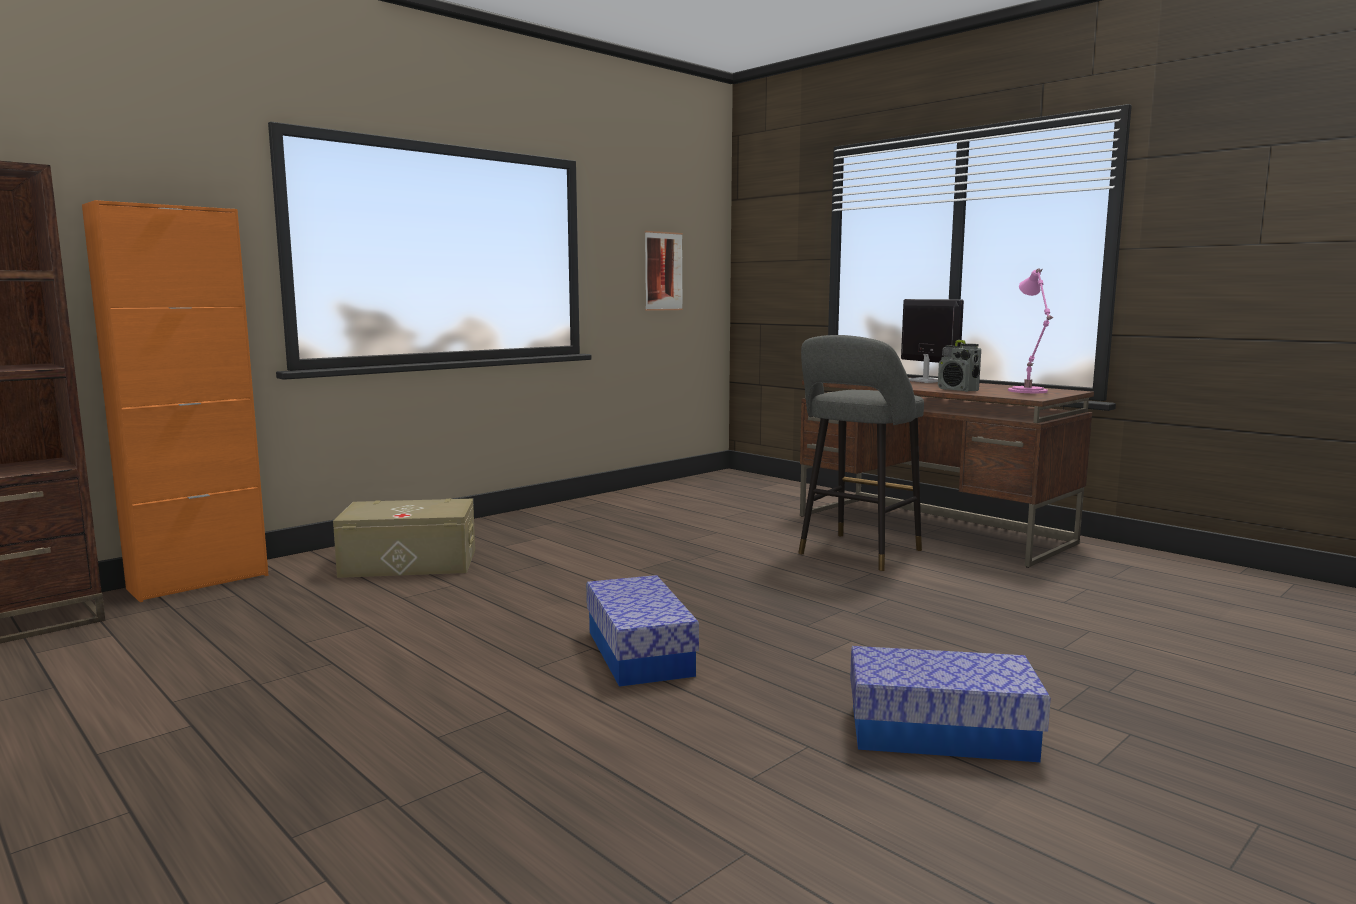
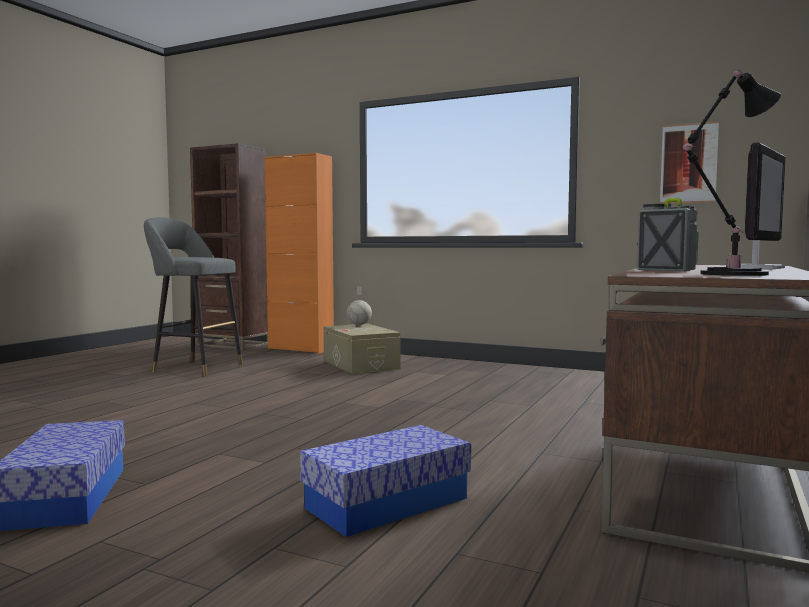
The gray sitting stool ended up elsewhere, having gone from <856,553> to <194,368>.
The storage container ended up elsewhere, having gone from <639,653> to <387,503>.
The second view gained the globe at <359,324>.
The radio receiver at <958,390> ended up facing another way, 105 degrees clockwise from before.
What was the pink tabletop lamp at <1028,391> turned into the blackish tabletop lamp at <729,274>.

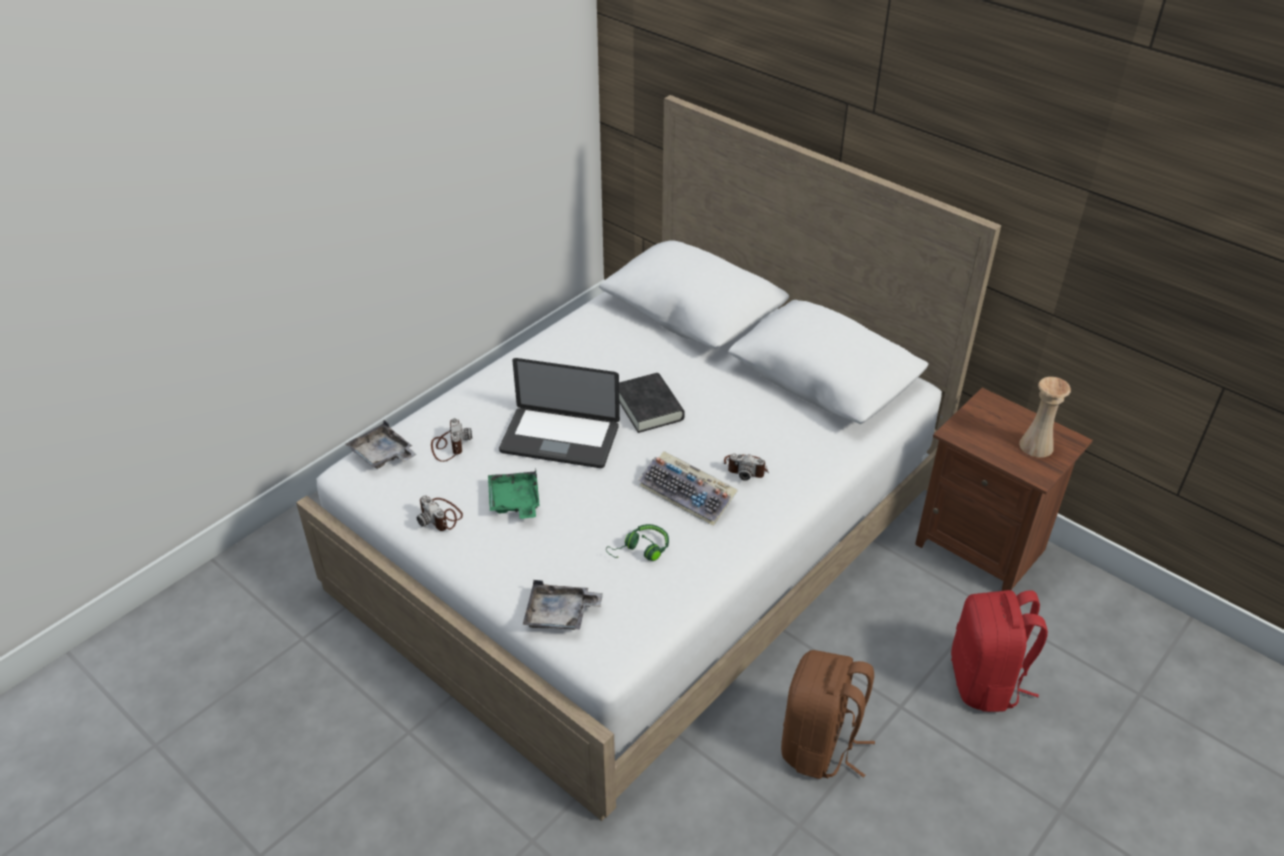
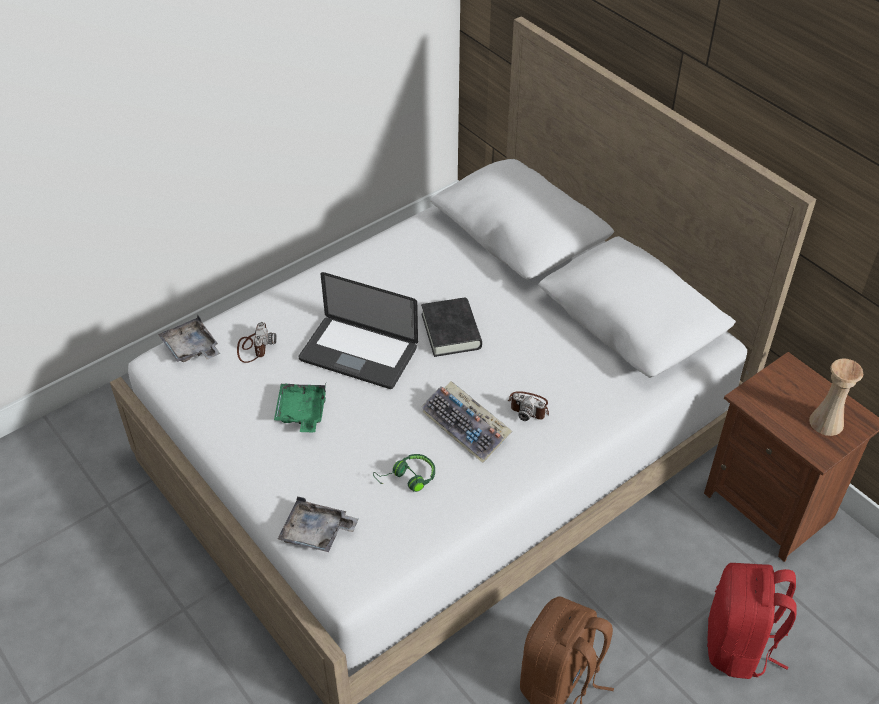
The second view lost the photo camera at <441,516>.

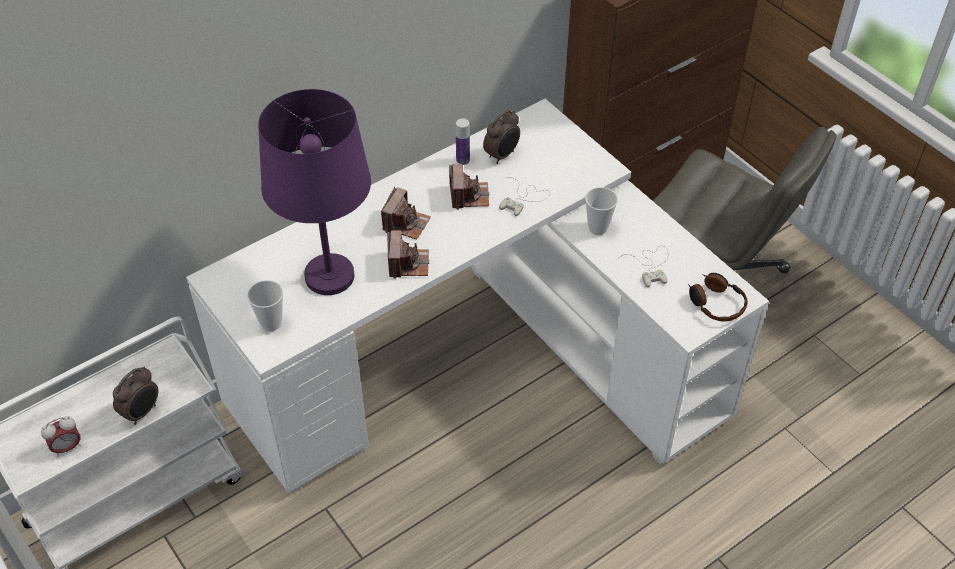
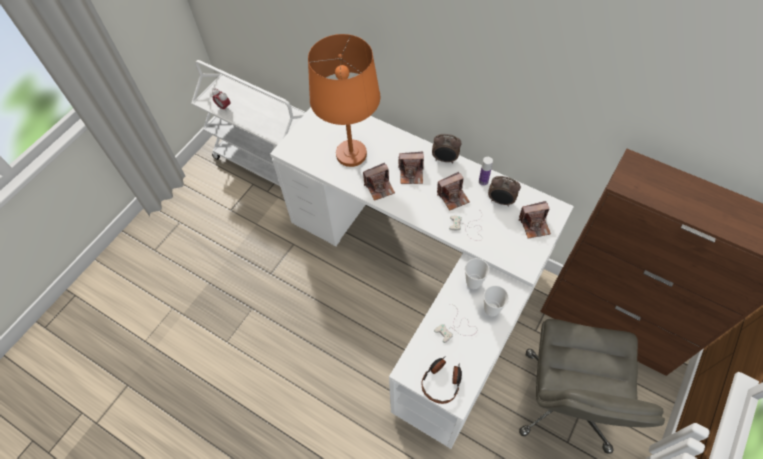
What was the purplish tabletop lamp at <330,276> turned into the orange tabletop lamp at <351,154>.
The bedside clock ended up elsewhere, having gone from <142,412> to <445,159>.
The cup ended up elsewhere, having gone from <271,323> to <491,309>.
The second view gained the photo camera at <534,225>.

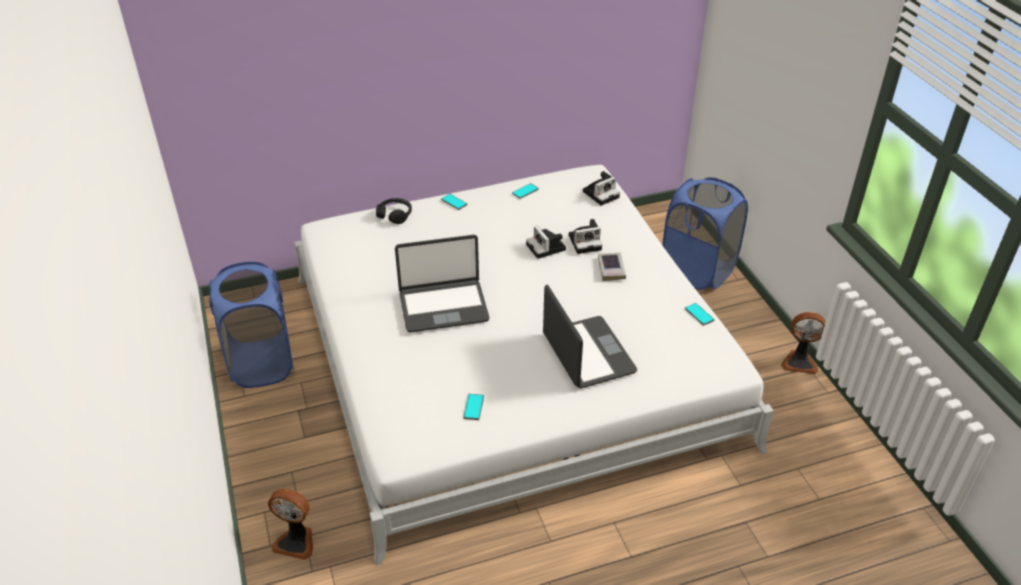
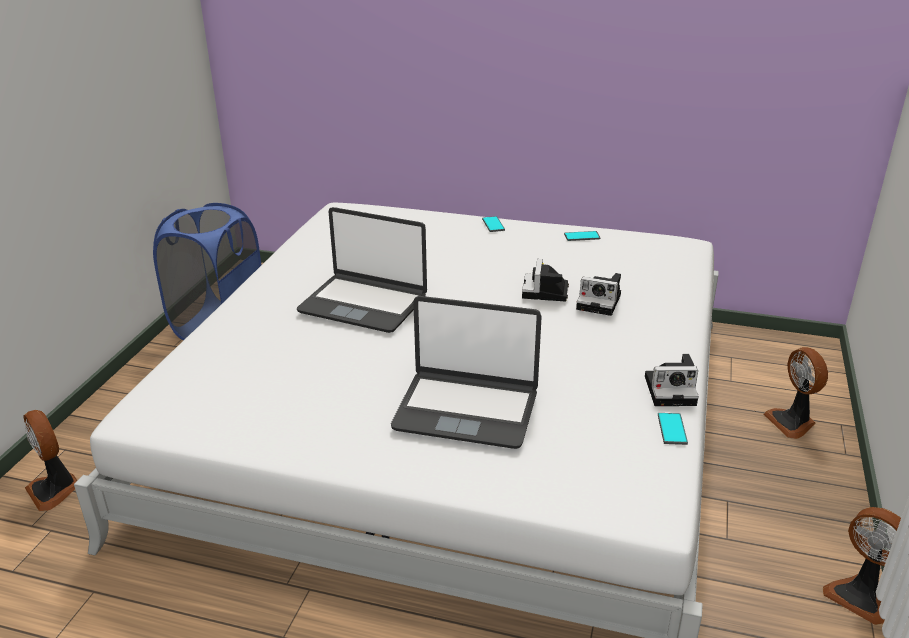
The portable computer at <587,353> ended up facing another way, 90 degrees clockwise from before.
The photo camera ended up elsewhere, having gone from <601,194> to <672,390>.
Where the bluish washing basket stood at <697,270>, the cooling fan came to stand at <792,422>.
The second view lost the blackish headphones at <395,215>.
The second view lost the phone at <473,407>.
The second view lost the book at <611,269>.

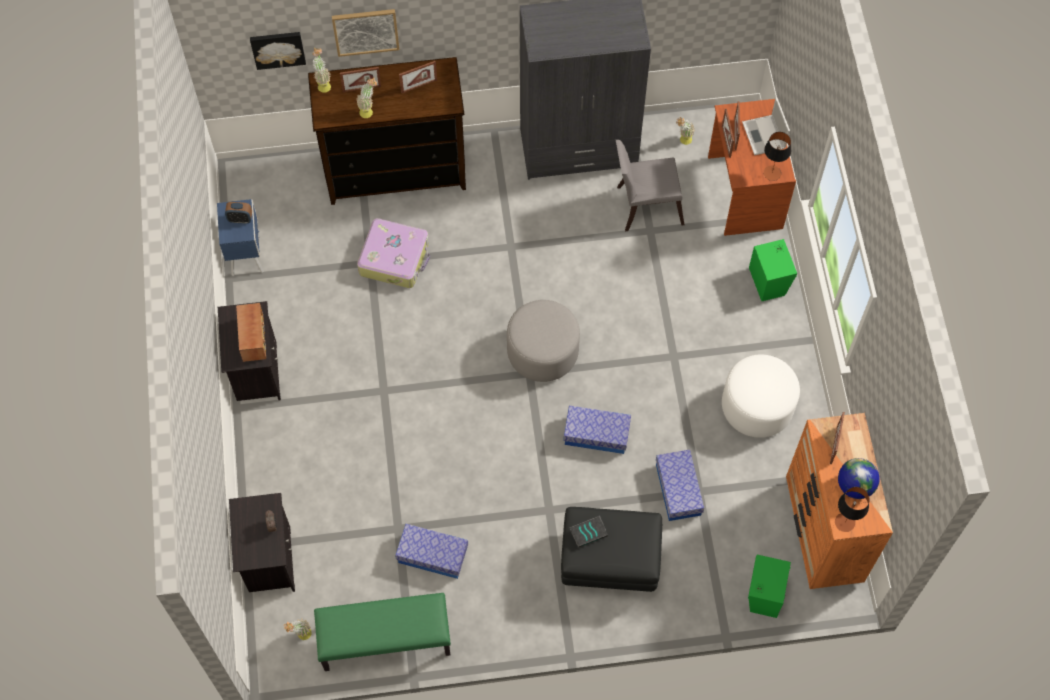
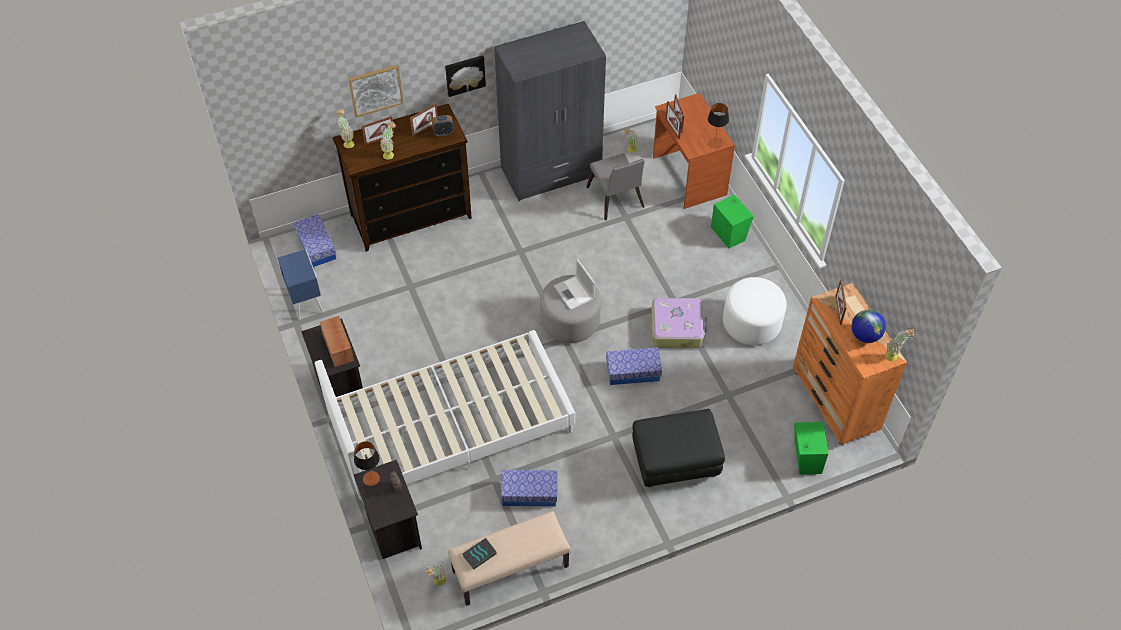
The storage container ended up elsewhere, having gone from <678,490> to <316,246>.
The second view gained the whitish bedroom bed at <452,427>.
The tabletop lamp ended up elsewhere, having gone from <845,522> to <371,478>.
The bedside clock ended up elsewhere, having gone from <240,219> to <443,133>.
The wall art ended up elsewhere, having gone from <278,48> to <465,74>.
What was the green indoor bench at <385,641> turned into the beige-coloured indoor bench at <510,569>.
The book ended up elsewhere, having gone from <588,532> to <479,554>.
The portable computer ended up elsewhere, having gone from <764,136> to <574,293>.
The gray upright chair at <645,205> ended up facing another way, 90 degrees counterclockwise from before.
The piece of luggage ended up elsewhere, having gone from <395,258> to <677,328>.
The second view gained the houseplant at <894,356>.

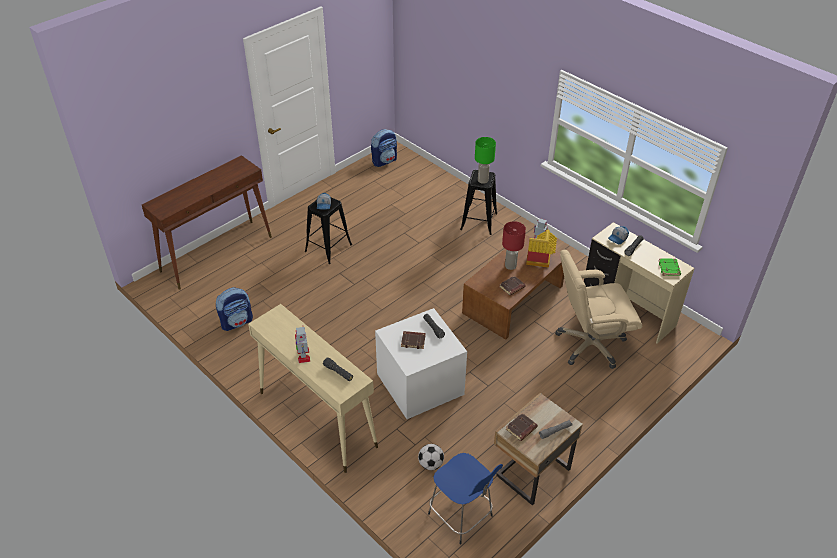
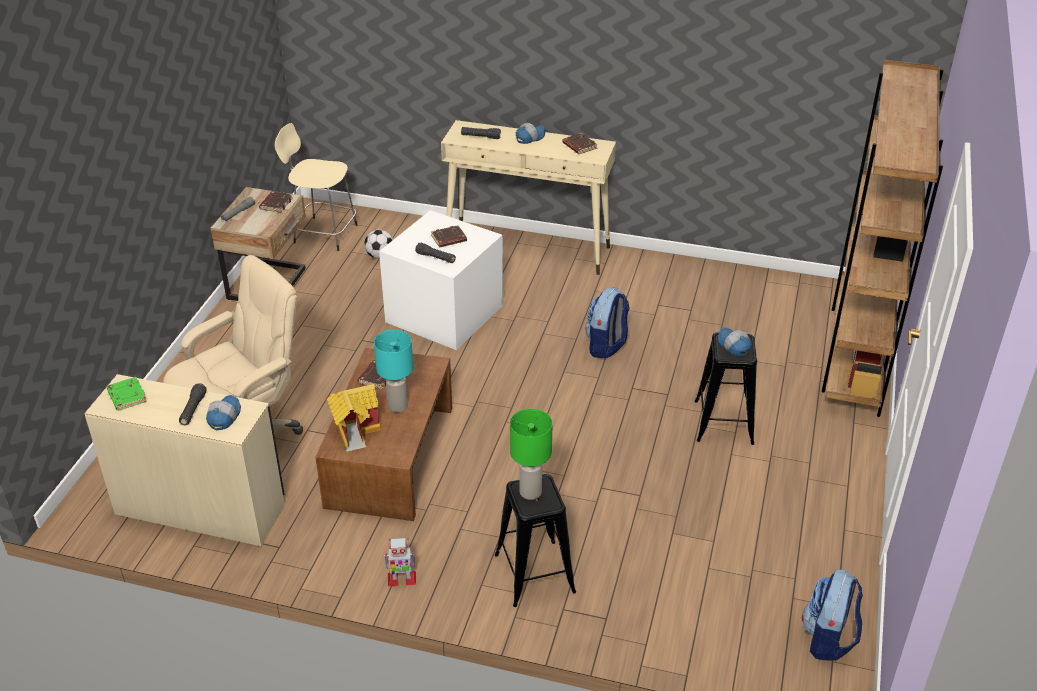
What was the bluish sitting stool at <462,516> turned into the beige-coloured sitting stool at <323,233>.
What was the red tabletop lamp at <511,266> turned into the blue-green tabletop lamp at <397,406>.
Where the robot figure stood at <303,355>, the baseball cap came to stand at <529,137>.
The second view gained the brown-coloured book at <579,146>.
The rucksack ended up elsewhere, having gone from <237,322> to <606,346>.
Where the brown-coloured narrow table stood at <217,253>, the brown-coloured bookshelf came to stand at <855,354>.

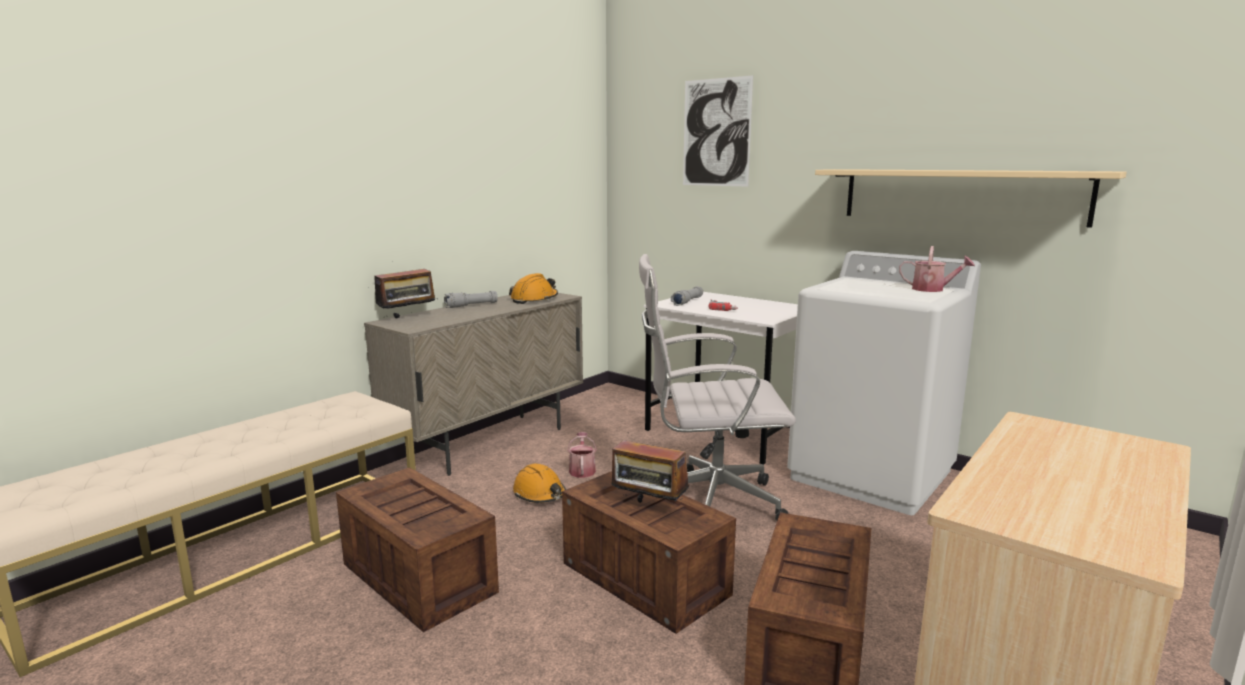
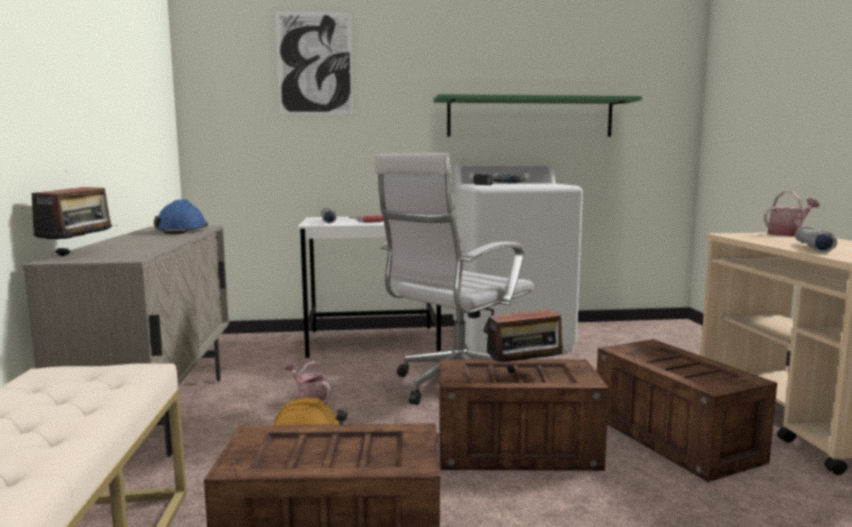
What was the orange work helmet at <534,299> turned into the bluish work helmet at <182,230>.
What was the beige-coloured wall shelf at <960,195> turned into the green wall shelf at <530,118>.
The second view gained the power drill at <498,184>.
The watering can ended up elsewhere, having gone from <932,289> to <788,234>.
The gray torch ended up elsewhere, having gone from <471,306> to <812,248>.

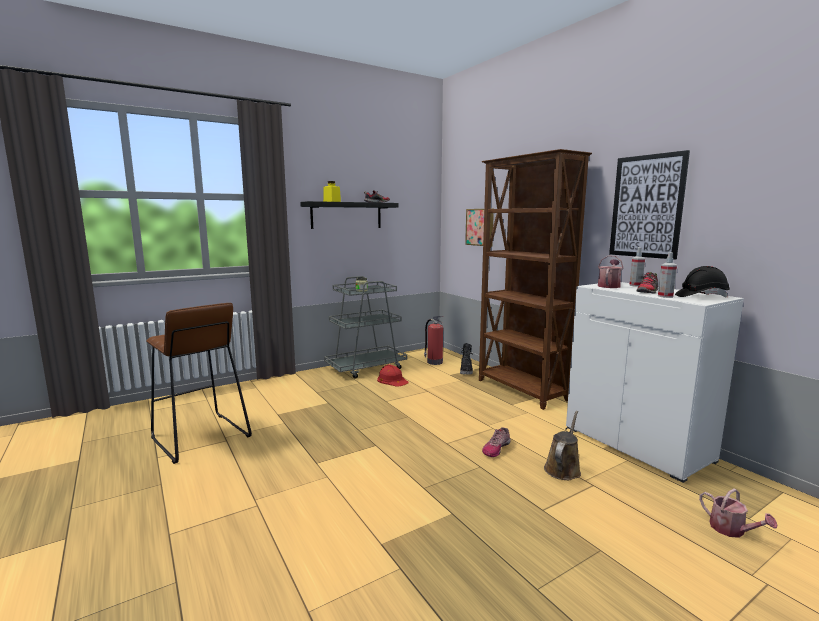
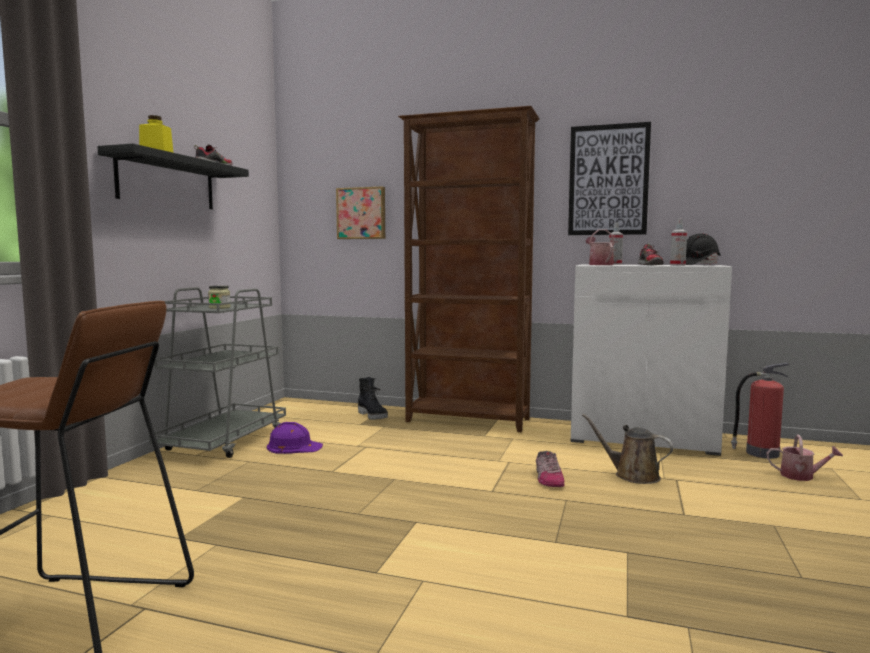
What was the red work helmet at <392,380> turned into the purplish work helmet at <294,446>.
The brown-coloured watering can at <563,468> ended up facing another way, 45 degrees counterclockwise from before.
The fire extinguisher ended up elsewhere, having gone from <434,362> to <760,453>.

